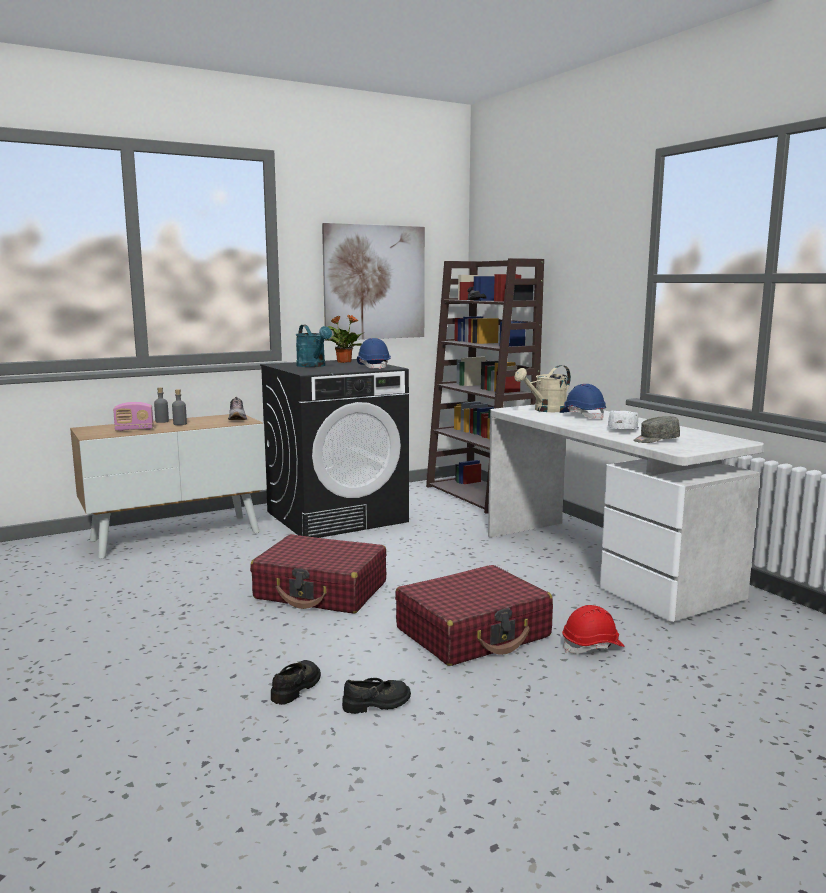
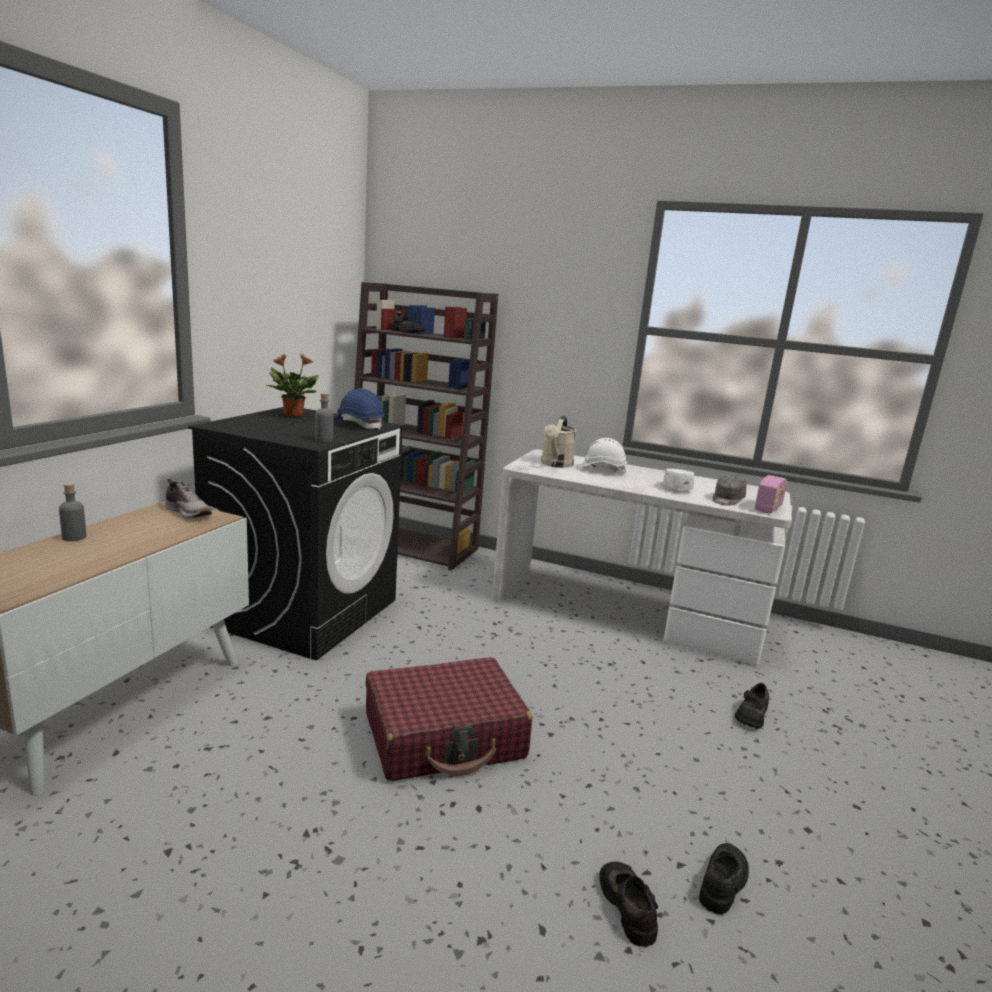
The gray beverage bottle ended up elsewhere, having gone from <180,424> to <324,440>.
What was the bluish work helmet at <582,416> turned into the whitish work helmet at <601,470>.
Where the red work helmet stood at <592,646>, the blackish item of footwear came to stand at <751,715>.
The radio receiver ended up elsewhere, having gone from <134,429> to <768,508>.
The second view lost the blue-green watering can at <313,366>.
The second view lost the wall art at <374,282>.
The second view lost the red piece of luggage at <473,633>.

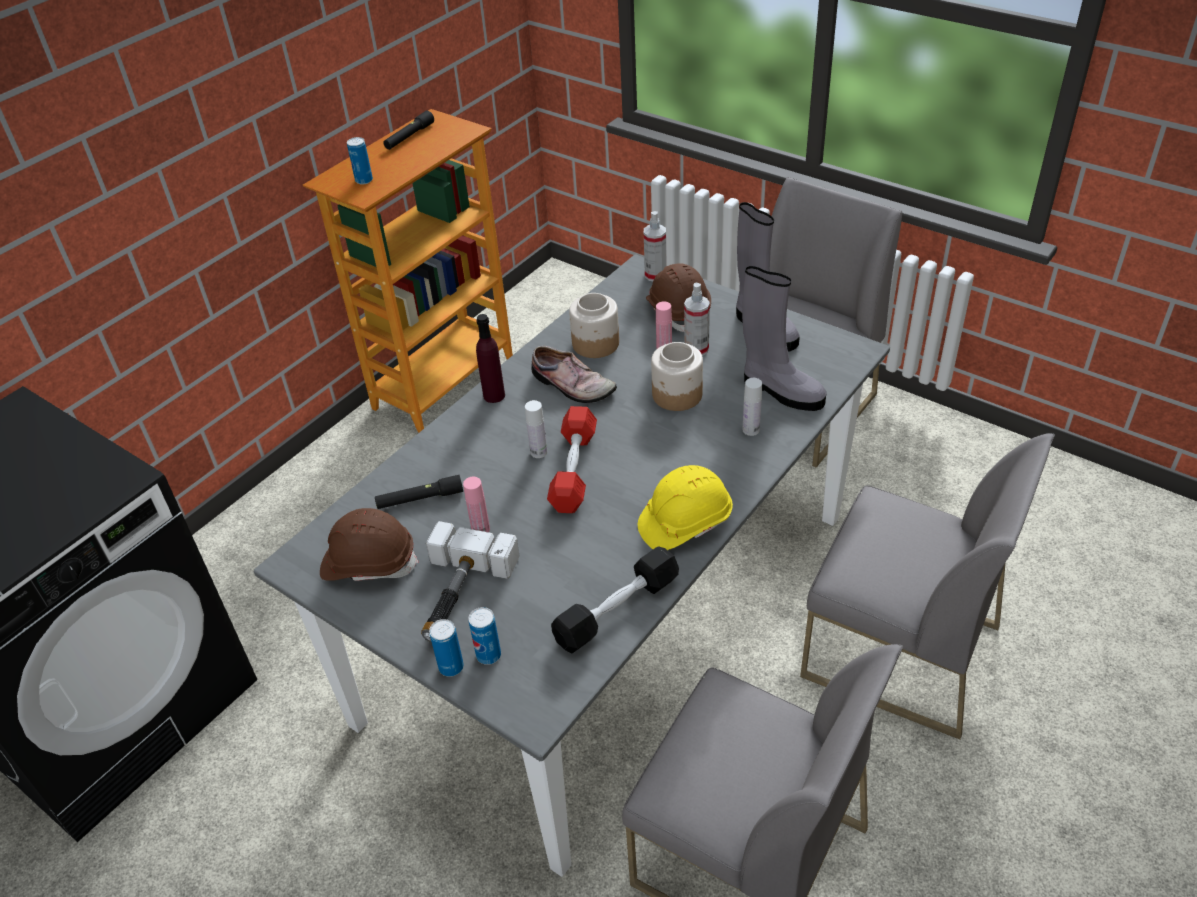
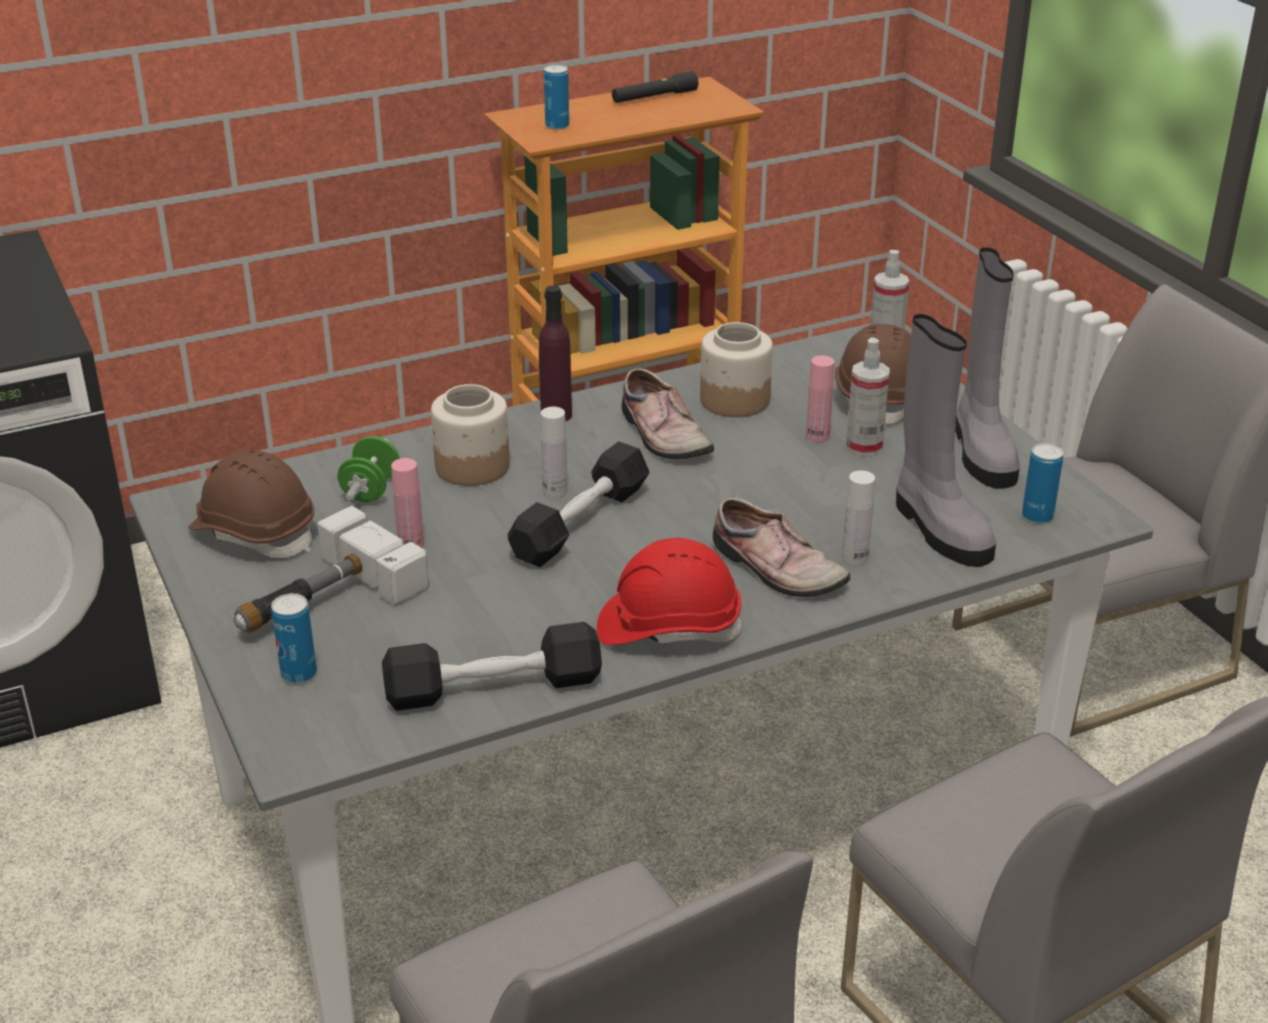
Where the blackish torch stood at <420,499>, the green dumbbell came to stand at <371,490>.
The storage jar ended up elsewhere, having gone from <677,395> to <472,467>.
What was the red dumbbell at <573,470> turned into the blackish dumbbell at <580,523>.
What was the yellow work helmet at <685,523> turned into the red work helmet at <668,627>.
The second view gained the item of footwear at <775,569>.
The can ended up elsewhere, having gone from <451,667> to <1037,516>.

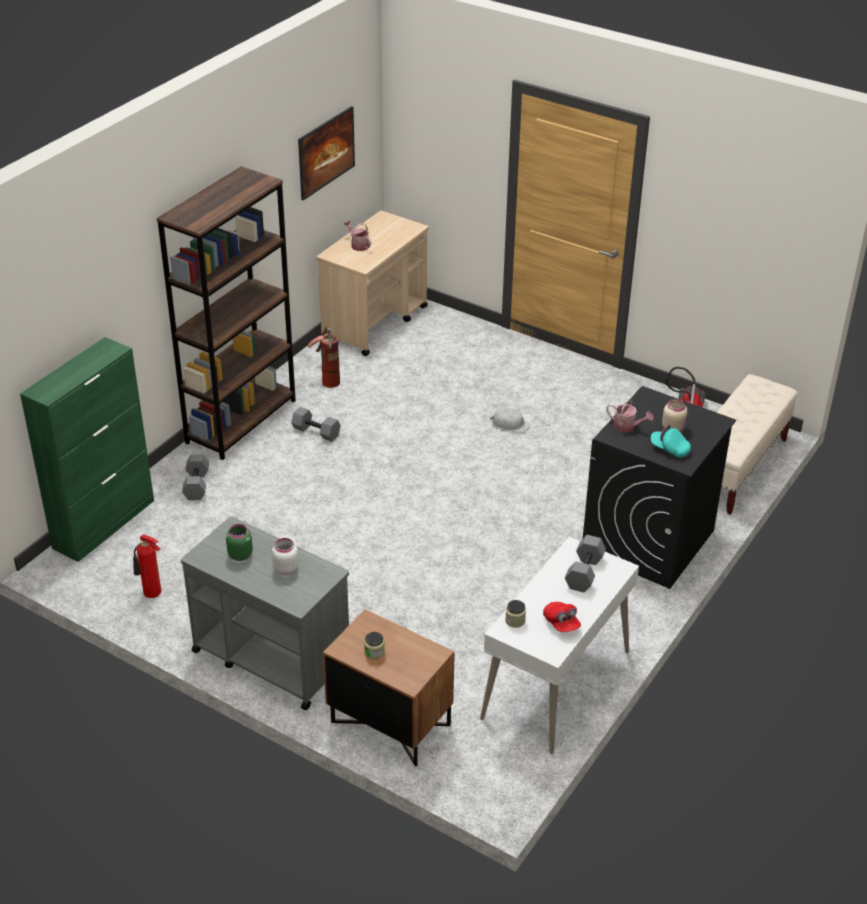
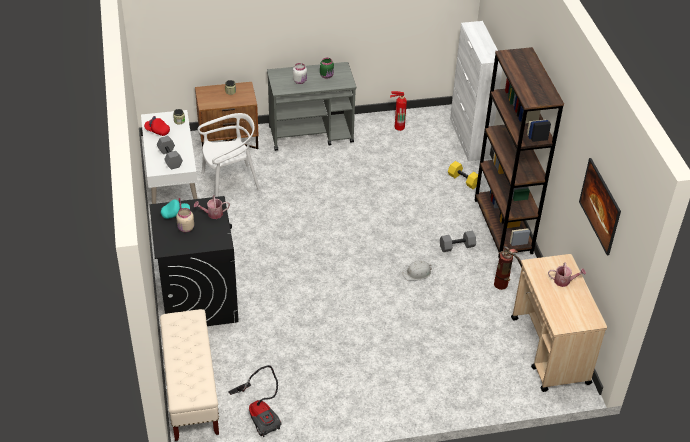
The second view gained the whitish upright chair at <230,182>.
The whitish work helmet ended up elsewhere, having gone from <510,424> to <417,273>.
What was the gray dumbbell at <197,485> turned into the yellow dumbbell at <463,180>.
What was the green storage cabinet at <104,524> turned into the whitish storage cabinet at <469,139>.

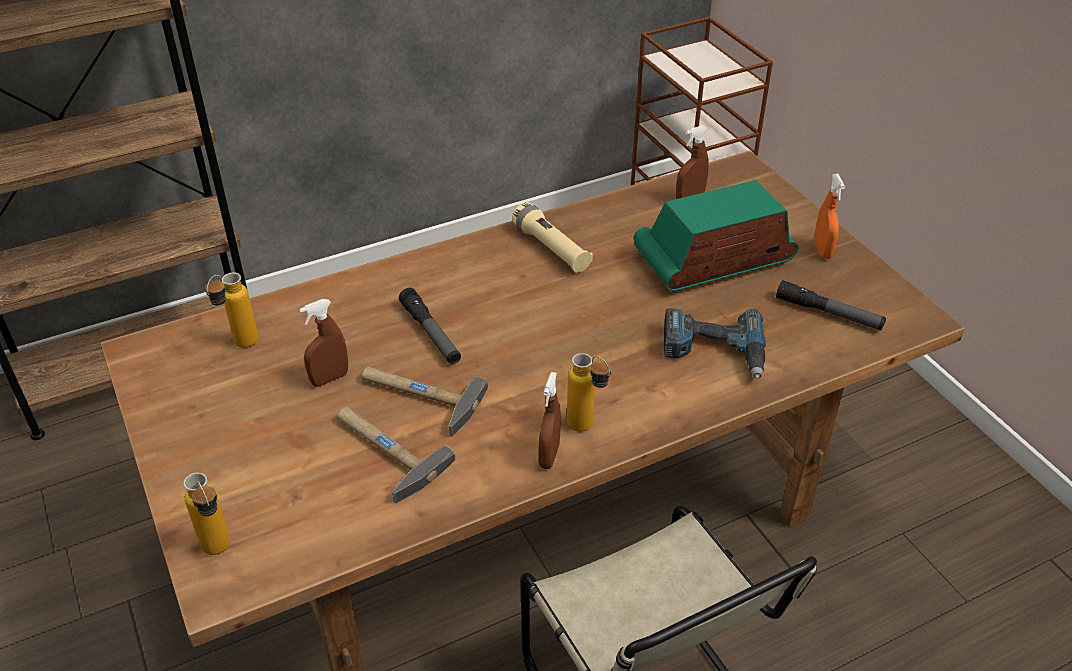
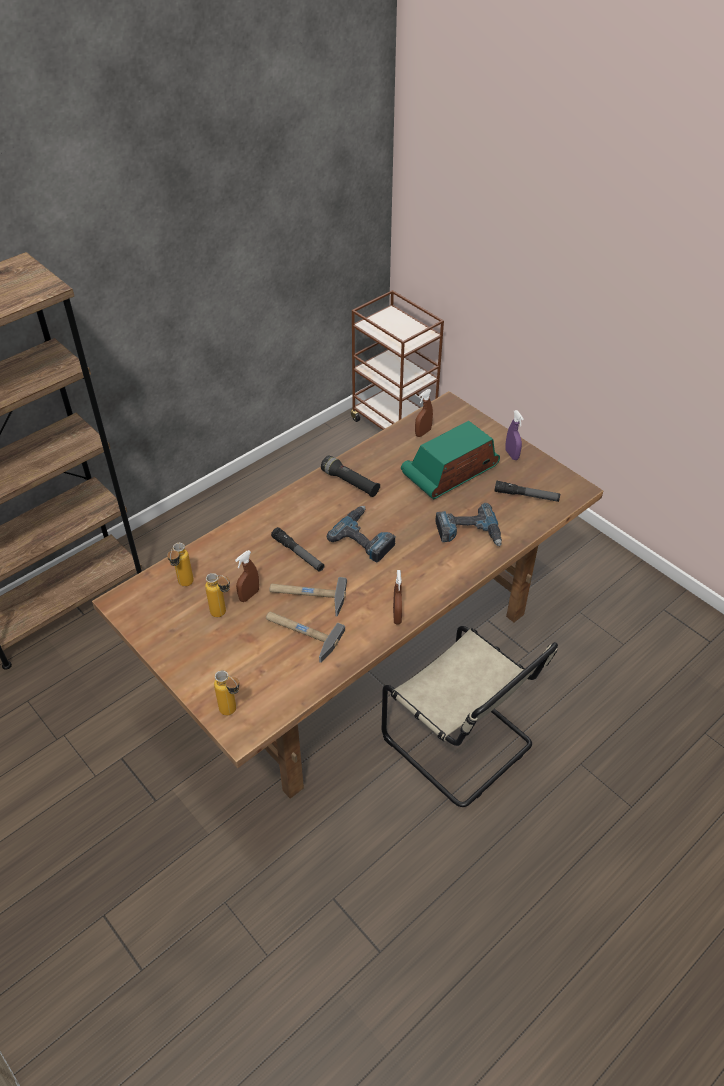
The beverage bottle ended up elsewhere, having gone from <587,429> to <223,614>.
What was the beige-coloured torch at <551,248> turned into the blackish torch at <350,482>.
The second view gained the power drill at <365,537>.
What was the orange sprayer at <822,250> turned into the purplish sprayer at <511,454>.

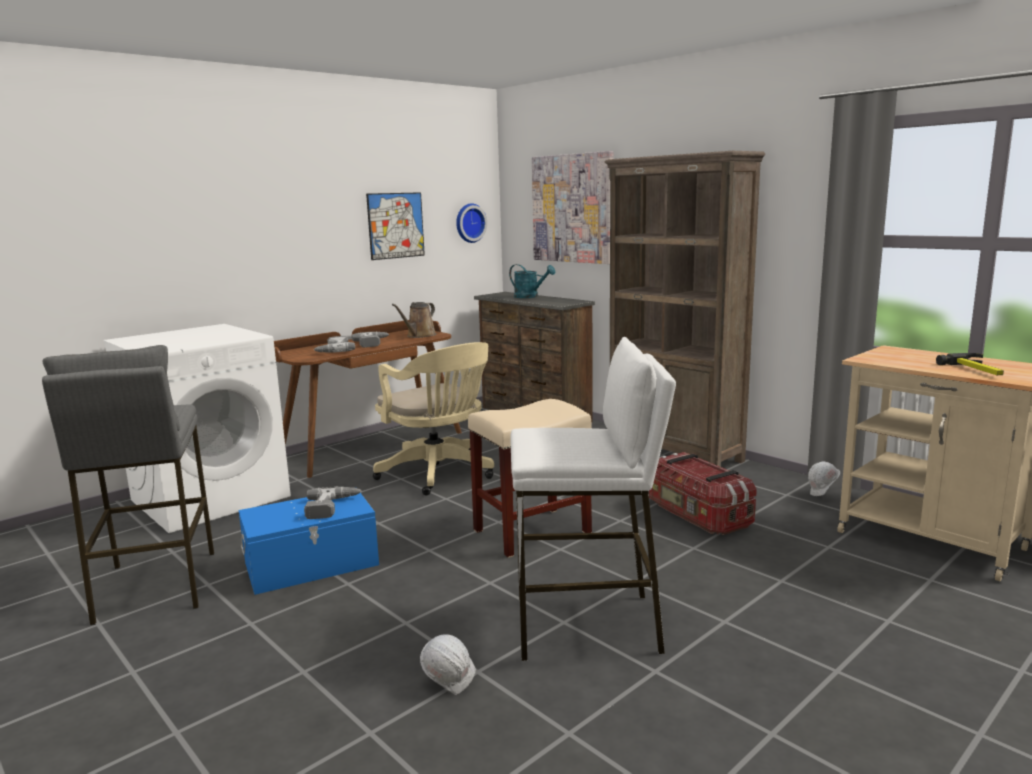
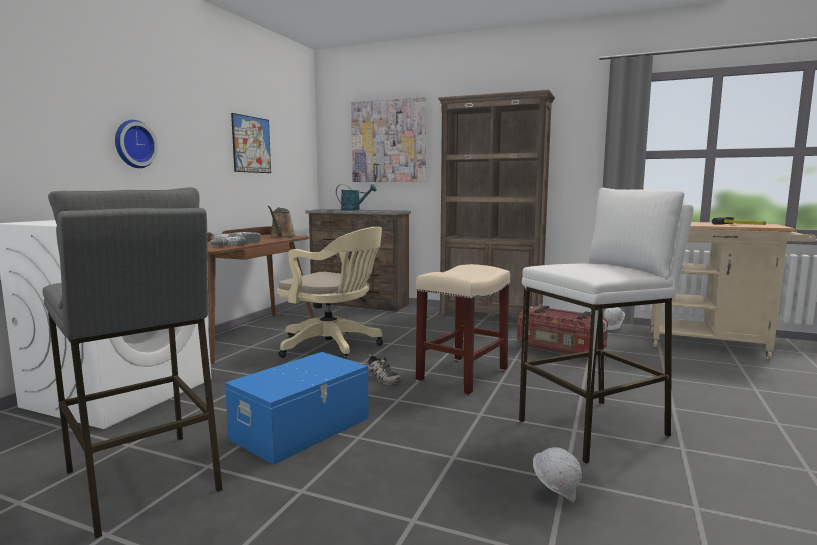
The hanging clock ended up elsewhere, having gone from <469,223> to <133,144>.
The second view gained the item of footwear at <381,377>.
The second view lost the power drill at <332,507>.

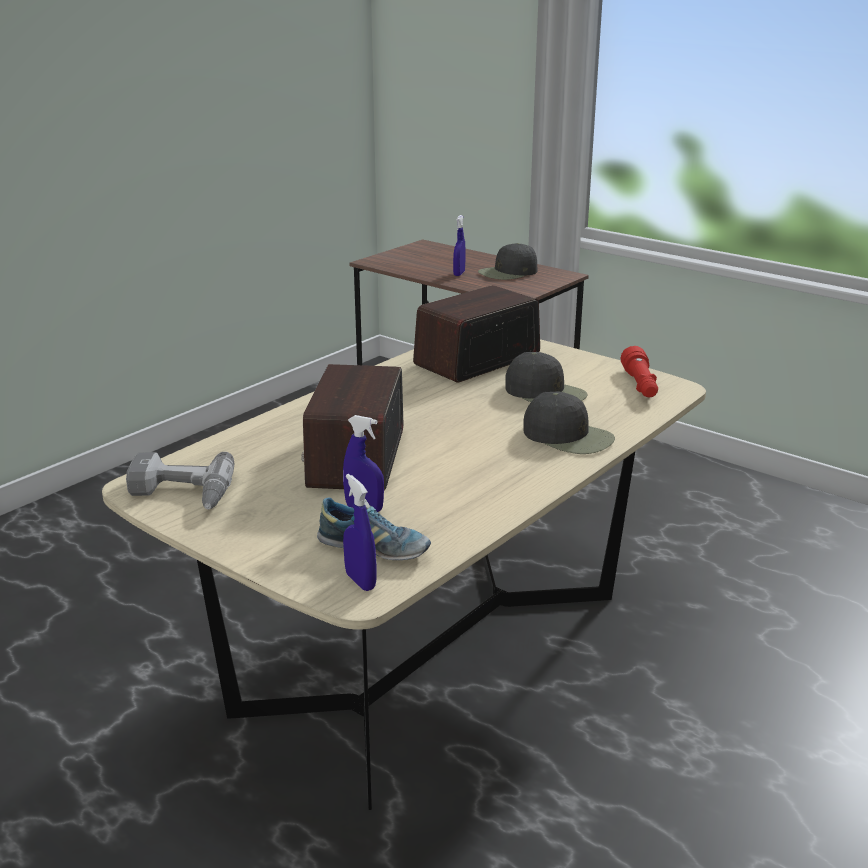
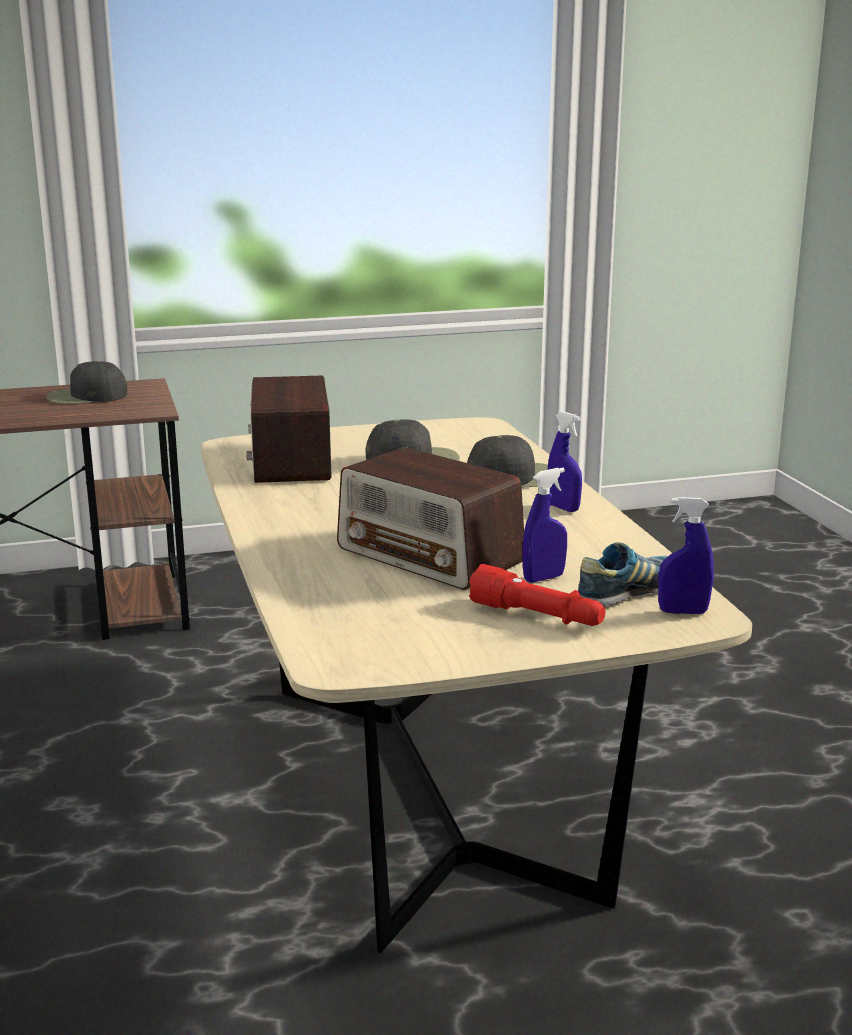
The blackish baseball cap at <508,272> ended up facing another way, 75 degrees clockwise from before.
The red torch ended up elsewhere, having gone from <640,386> to <537,617>.
The bluish sprayer ended up elsewhere, having gone from <459,273> to <563,508>.
The second view lost the power drill at <180,494>.

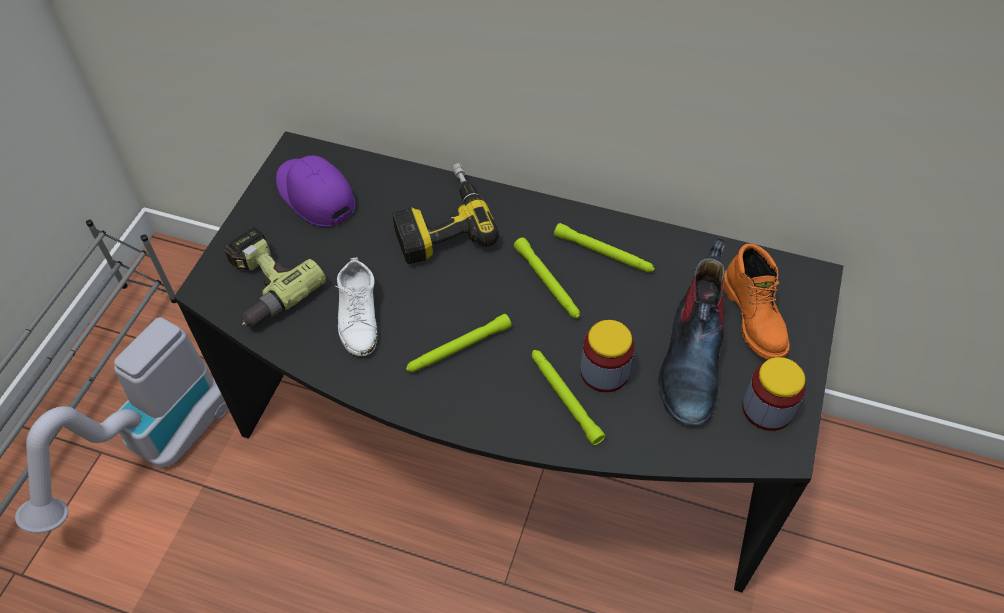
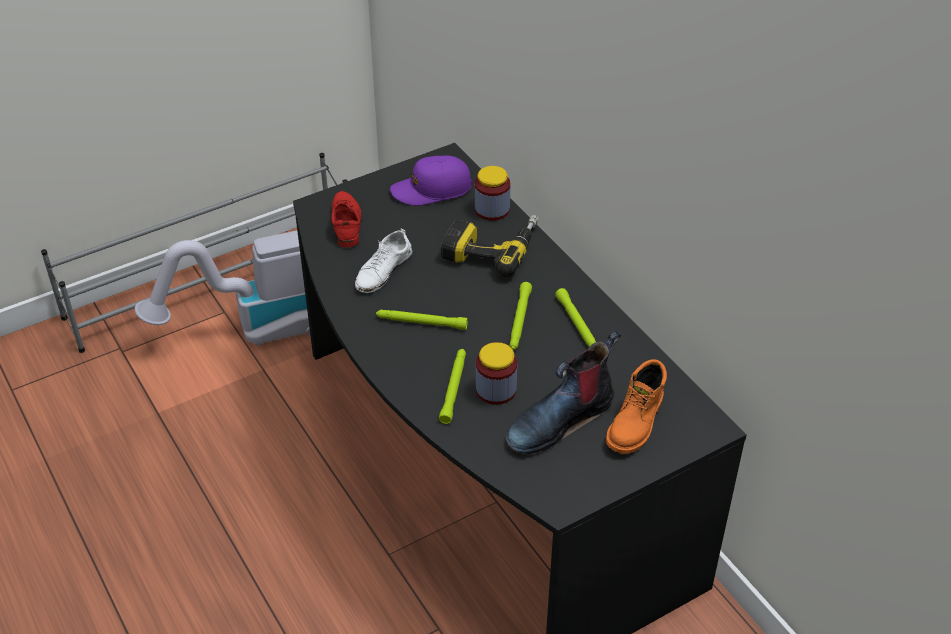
Where the power drill stood at <263,286>, the red item of footwear came to stand at <346,223>.
The purplish baseball cap at <315,195> ended up facing another way, 105 degrees counterclockwise from before.
The storage jar ended up elsewhere, having gone from <767,409> to <492,210>.

